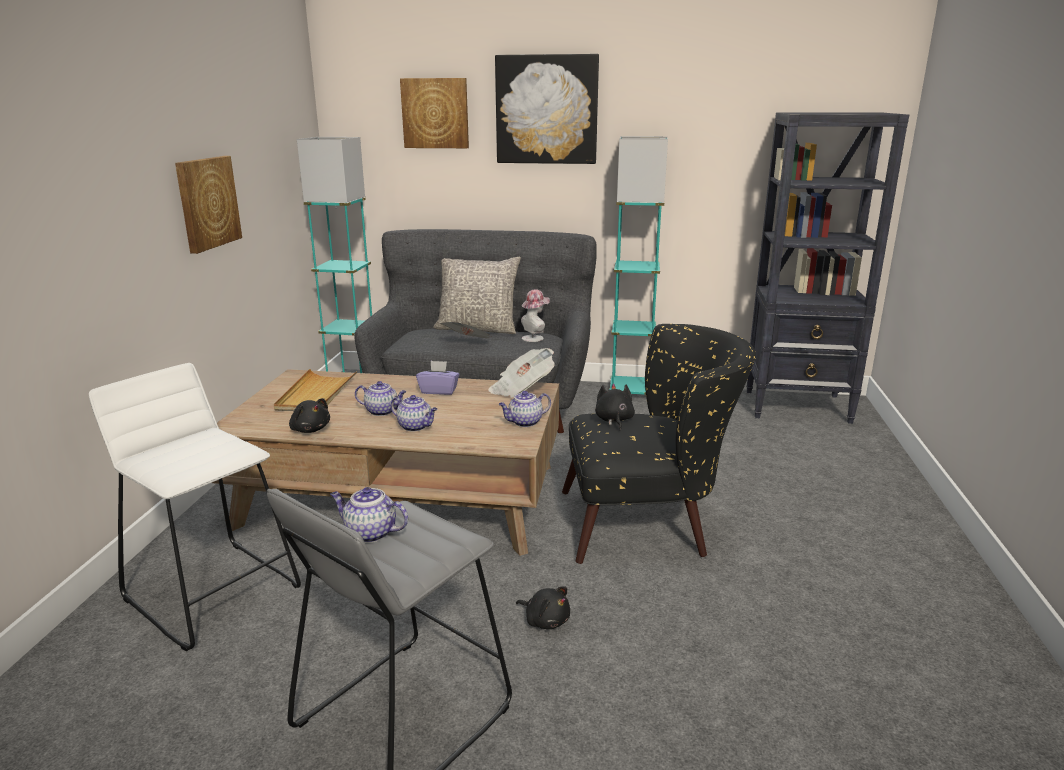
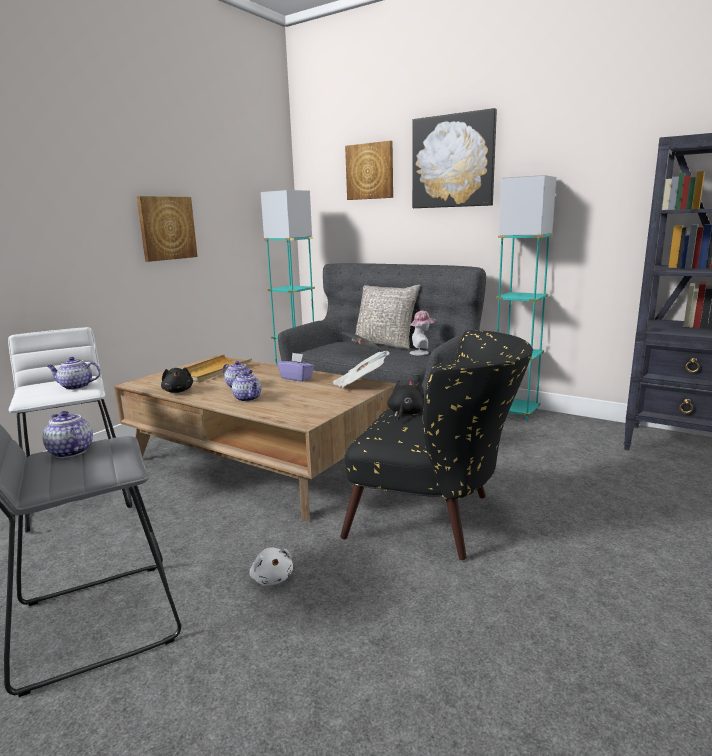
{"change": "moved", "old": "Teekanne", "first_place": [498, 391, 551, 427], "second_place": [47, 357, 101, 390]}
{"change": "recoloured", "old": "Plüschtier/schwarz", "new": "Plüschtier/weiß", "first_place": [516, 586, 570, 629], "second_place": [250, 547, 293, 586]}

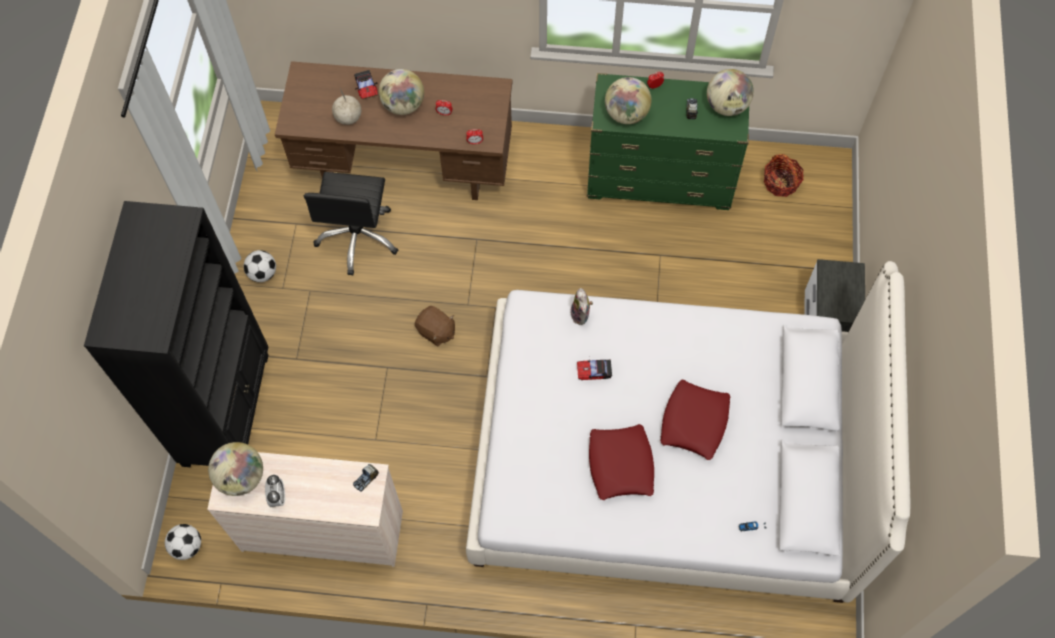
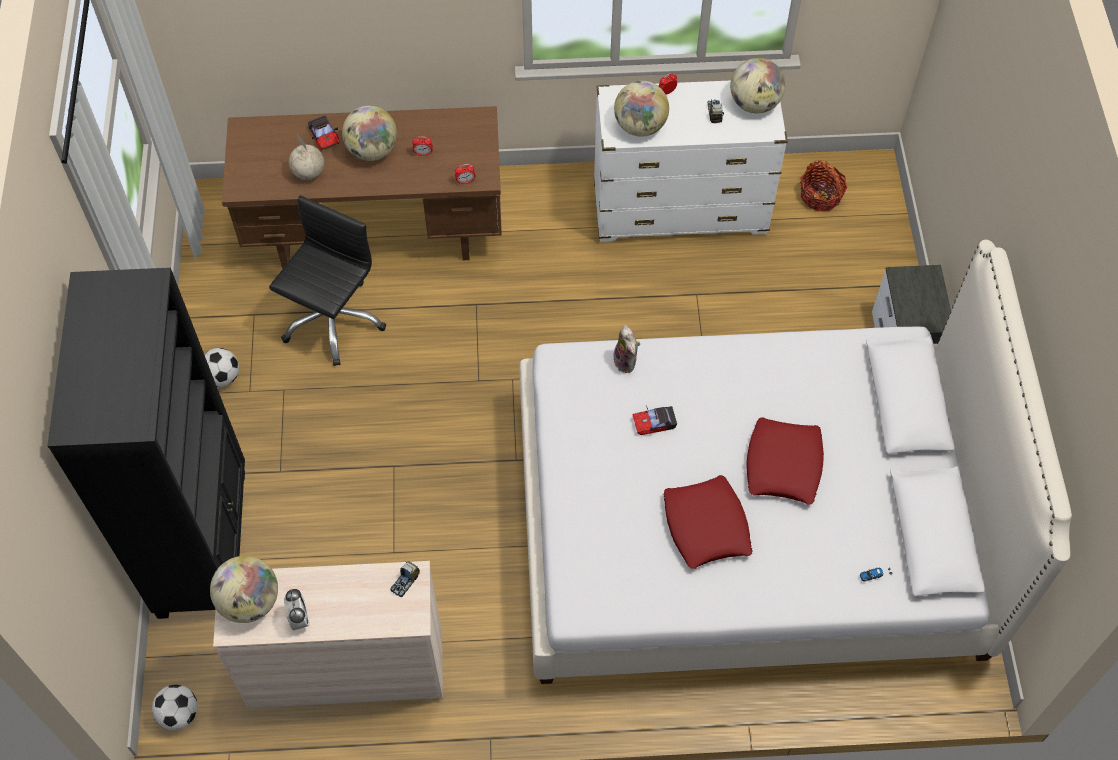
{"change": "turned", "old": "Bürostuhl/schwarz", "first_place": [304, 172, 398, 275], "second_place": [269, 195, 386, 366], "degrees": -150}
{"change": "recoloured", "old": "Kommode/grün", "new": "Kommode/weiß", "first_place": [587, 73, 749, 210], "second_place": [594, 80, 788, 241]}
{"change": "removed", "old": "Plüschtier/braun", "first_place": [415, 306, 455, 347]}

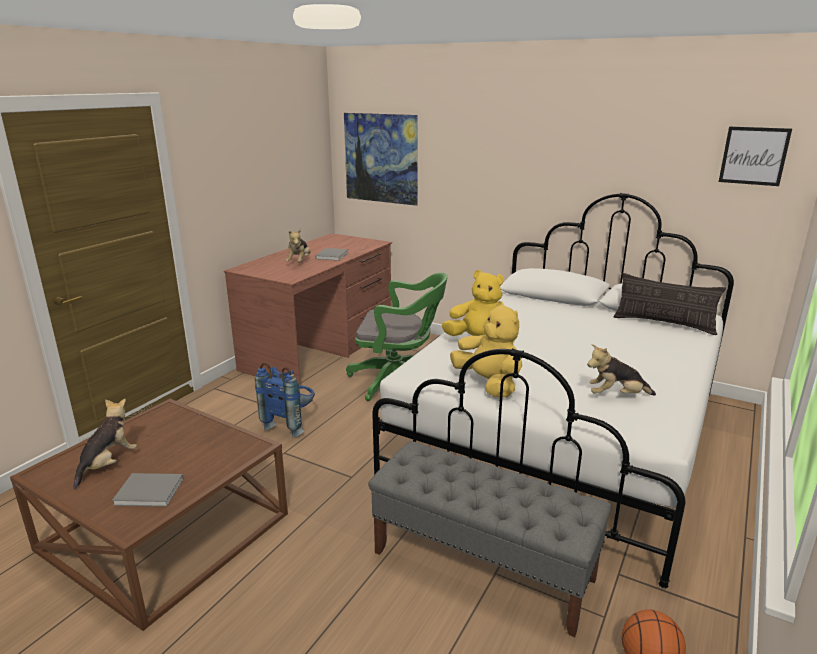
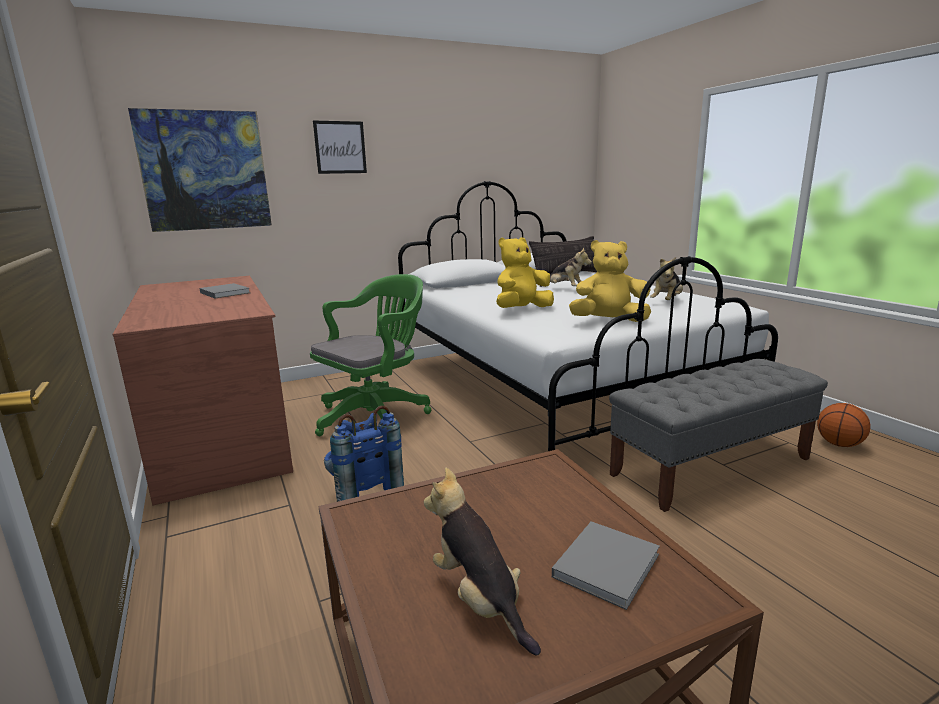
{"change": "moved", "old": "Bild", "first_place": [719, 127, 792, 186], "second_place": [313, 121, 367, 174]}
{"change": "moved", "old": "Plüschtier", "first_place": [286, 229, 311, 263], "second_place": [540, 247, 592, 287]}

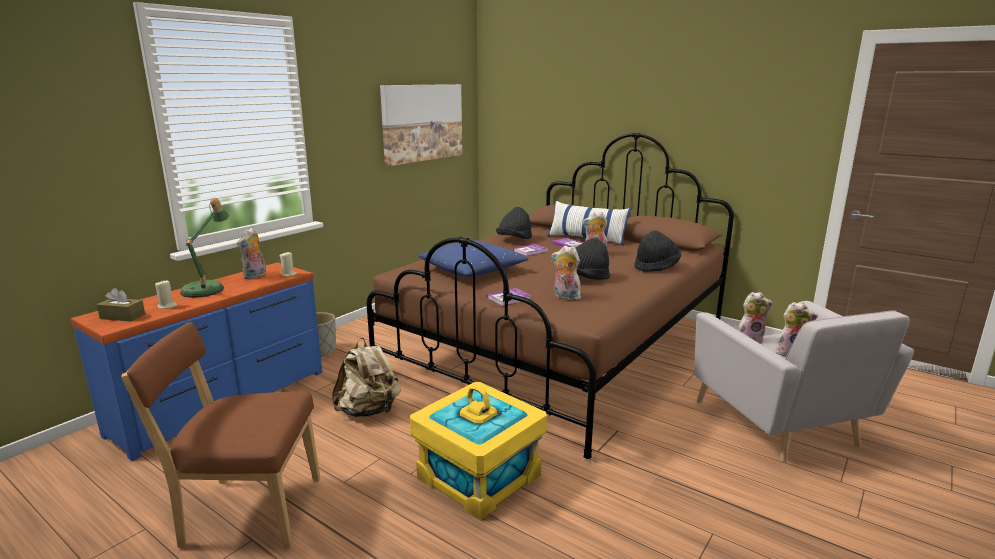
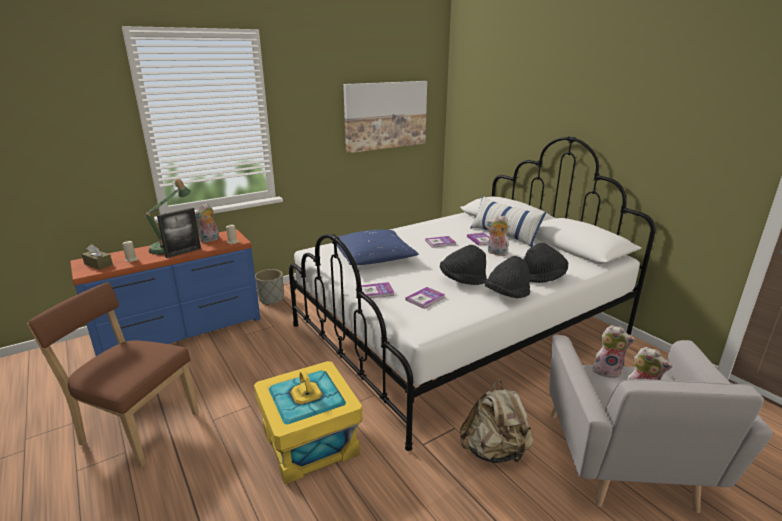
{"change": "added", "new": "Bilderrahmen", "second_place": [157, 208, 201, 258]}
{"change": "recoloured", "old": "Bett/braun", "new": "Bett/weiß", "first_place": [366, 133, 734, 459], "second_place": [289, 136, 656, 451]}
{"change": "replaced", "old": "Plüschtier", "new": "Buch", "first_place": [551, 245, 581, 300], "second_place": [405, 287, 445, 309]}
{"change": "moved", "old": "Rucksack/beige", "first_place": [332, 337, 401, 417], "second_place": [460, 380, 533, 463]}
{"change": "moved", "old": "Hut/schwarz", "first_place": [496, 207, 532, 239], "second_place": [484, 256, 530, 298]}

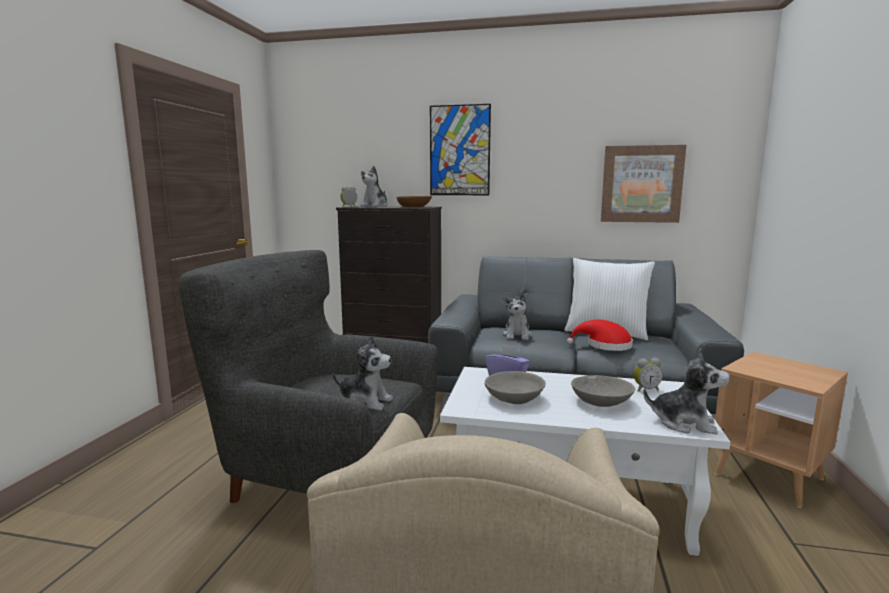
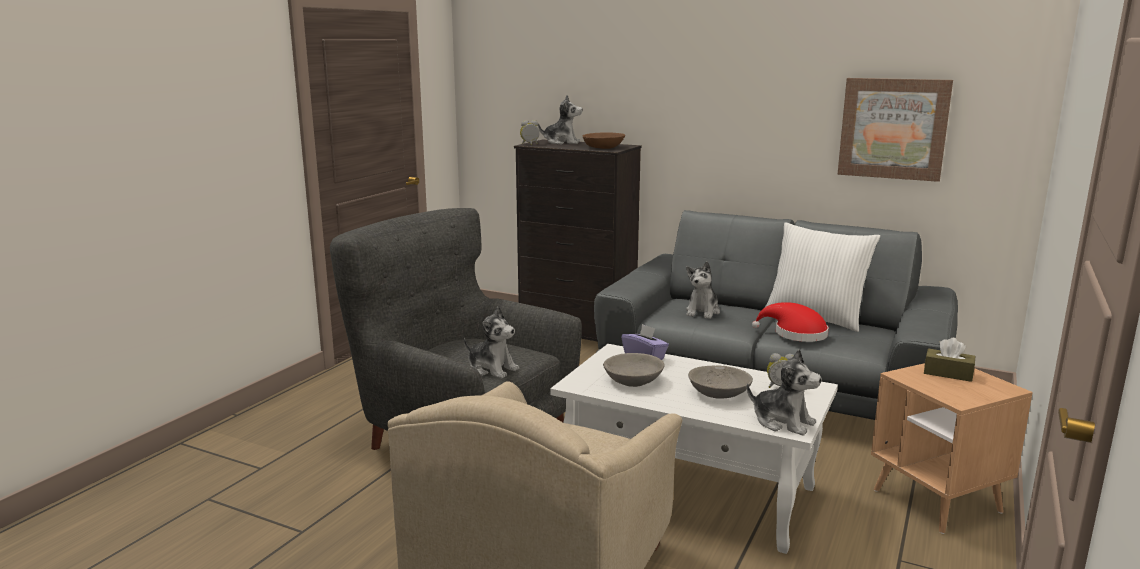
{"change": "turned", "old": "Plüschtier", "first_place": [360, 166, 388, 207], "second_place": [538, 95, 583, 145], "degrees": -120}
{"change": "added", "new": "Taschentuchbox/braun", "second_place": [924, 338, 975, 382]}
{"change": "removed", "old": "Bild", "first_place": [430, 104, 491, 195]}

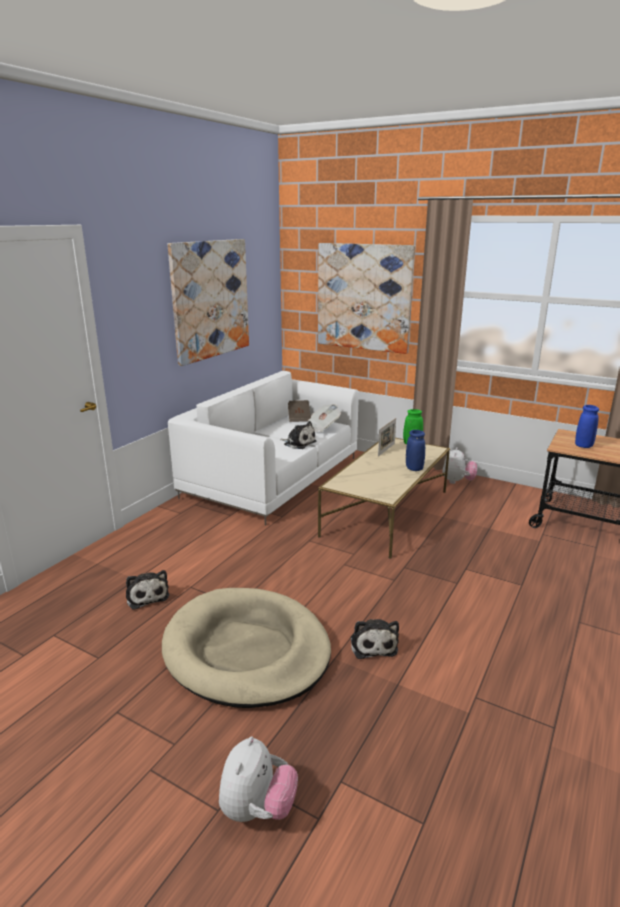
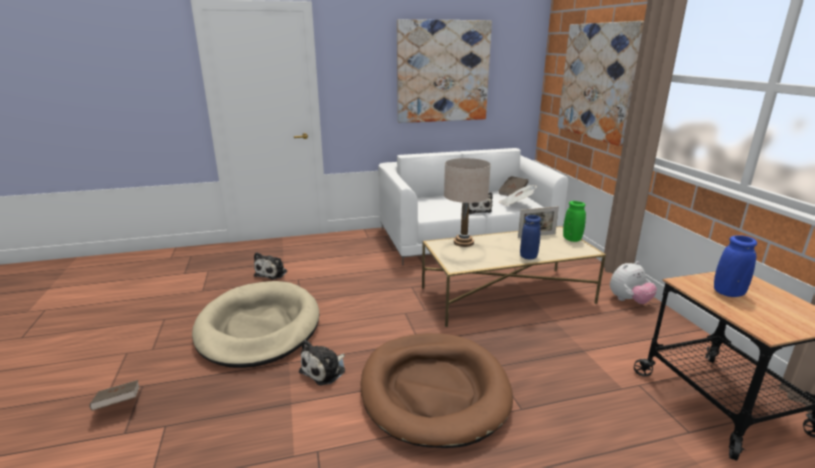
{"change": "replaced", "old": "Plüschtier", "new": "Buch/braun", "first_place": [219, 736, 298, 822], "second_place": [90, 380, 140, 411]}
{"change": "added", "new": "Hundebett/braun", "second_place": [360, 333, 513, 448]}
{"change": "added", "new": "Tischlampe/beige", "second_place": [444, 158, 491, 247]}

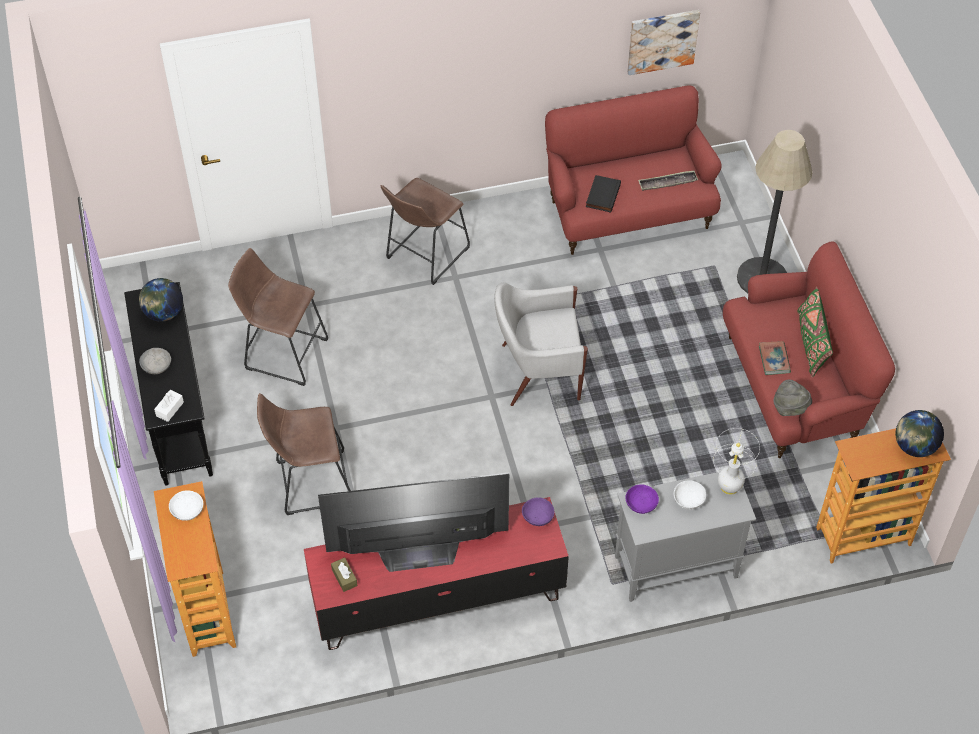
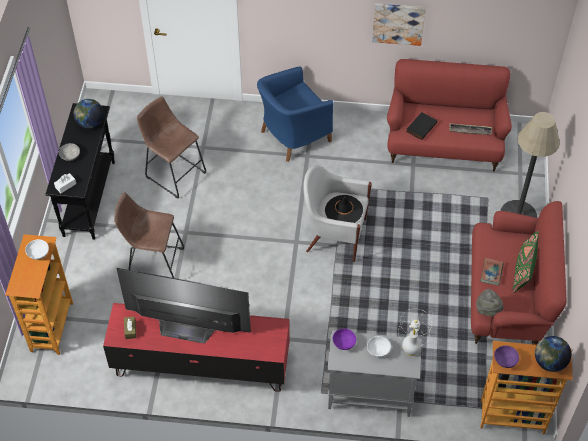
{"change": "replaced", "old": "Hocker/braun", "new": "Sessel/blau", "first_place": [380, 178, 470, 285], "second_place": [257, 67, 334, 162]}
{"change": "added", "new": "Hut/schwarz", "second_place": [325, 195, 363, 223]}
{"change": "moved", "old": "Bild", "first_place": [627, 10, 700, 75], "second_place": [372, 3, 426, 46]}
{"change": "moved", "old": "Schüssel/lila", "first_place": [522, 497, 554, 526], "second_place": [494, 346, 519, 368]}

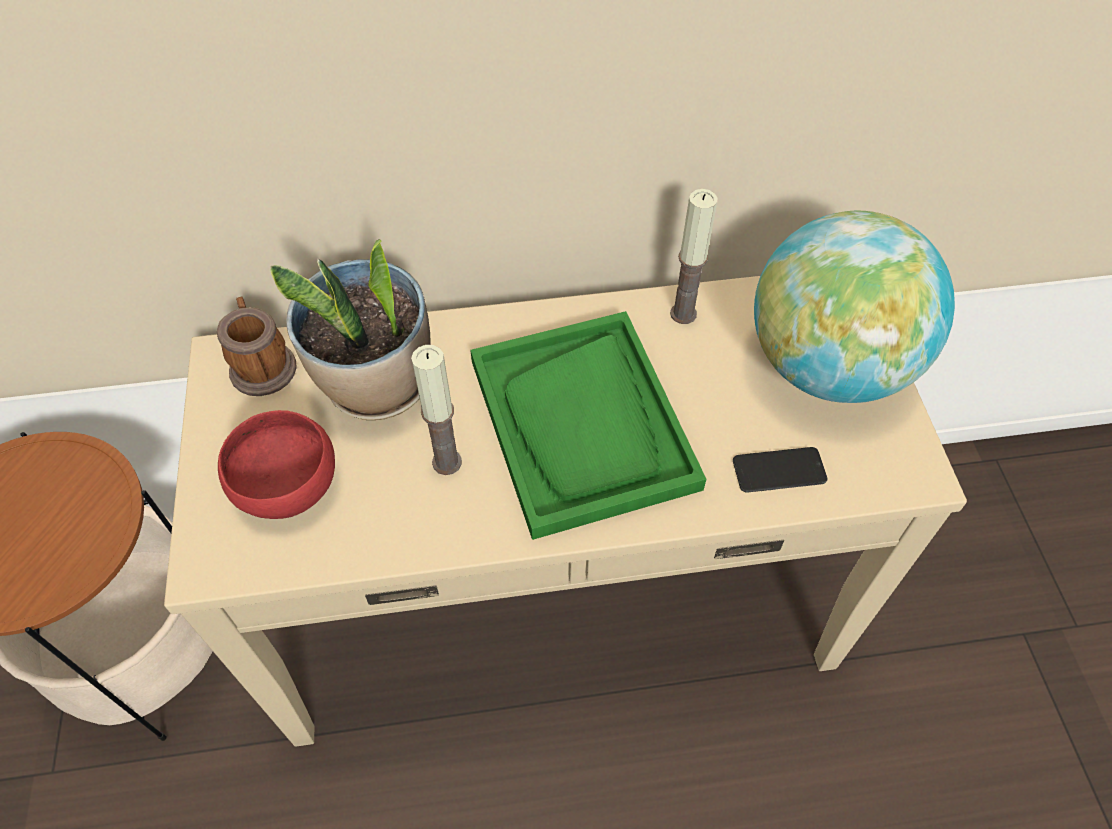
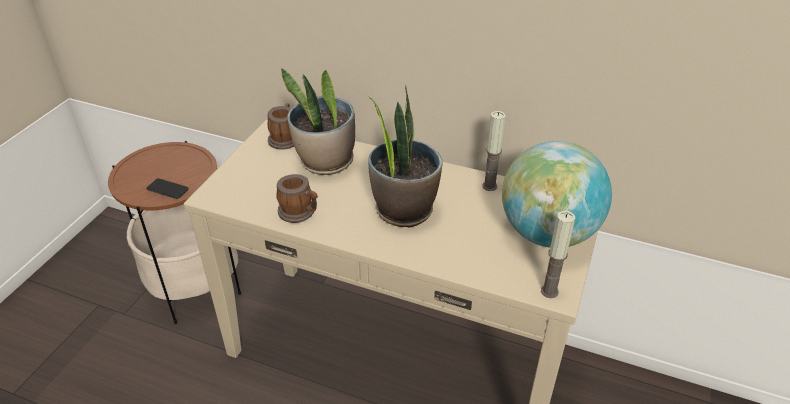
{"change": "moved", "old": "Handy", "first_place": [733, 447, 827, 492], "second_place": [146, 178, 189, 199]}
{"change": "added", "new": "Henkelbecher", "second_place": [276, 174, 318, 223]}
{"change": "replaced", "old": "Tablett/grün", "new": "Topfpflanze", "first_place": [470, 311, 706, 540], "second_place": [368, 85, 443, 227]}
{"change": "moved", "old": "Kerze", "first_place": [411, 345, 462, 475], "second_place": [541, 211, 575, 298]}
{"change": "removed", "old": "Schüssel/rot", "first_place": [218, 410, 335, 519]}

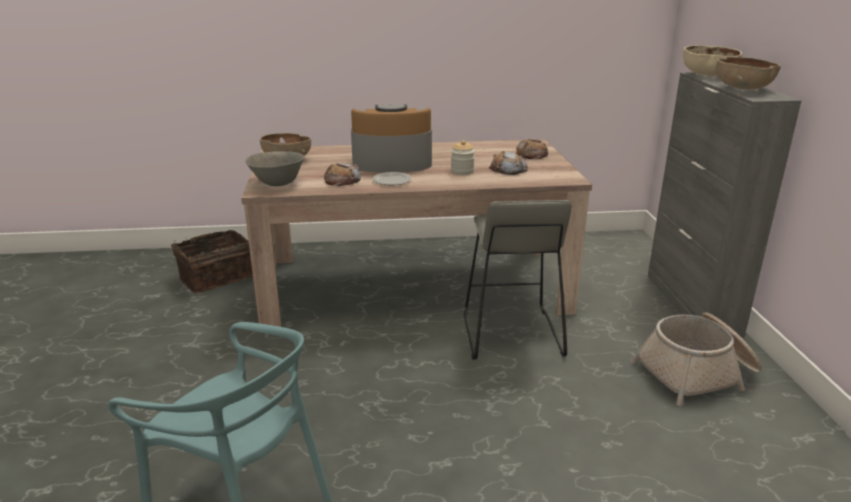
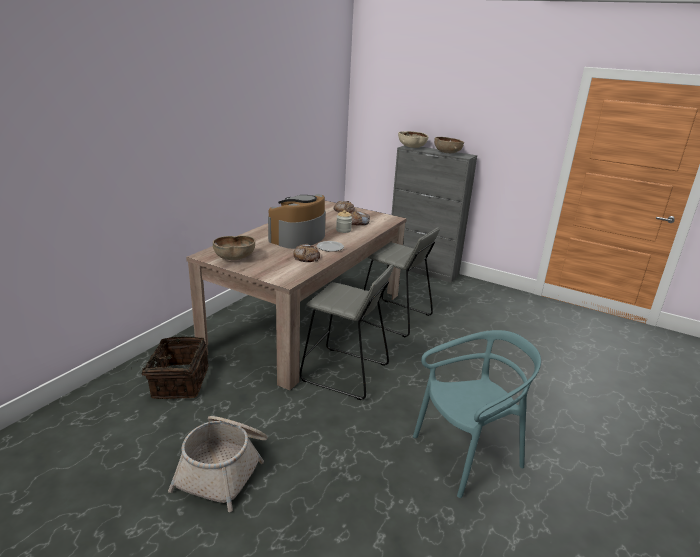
{"change": "moved", "old": "Korb", "first_place": [631, 312, 762, 406], "second_place": [168, 416, 268, 512]}
{"change": "added", "new": "Hocker/grau", "second_place": [299, 265, 394, 400]}
{"change": "removed", "old": "Schüssel/grau", "first_place": [246, 151, 304, 186]}

